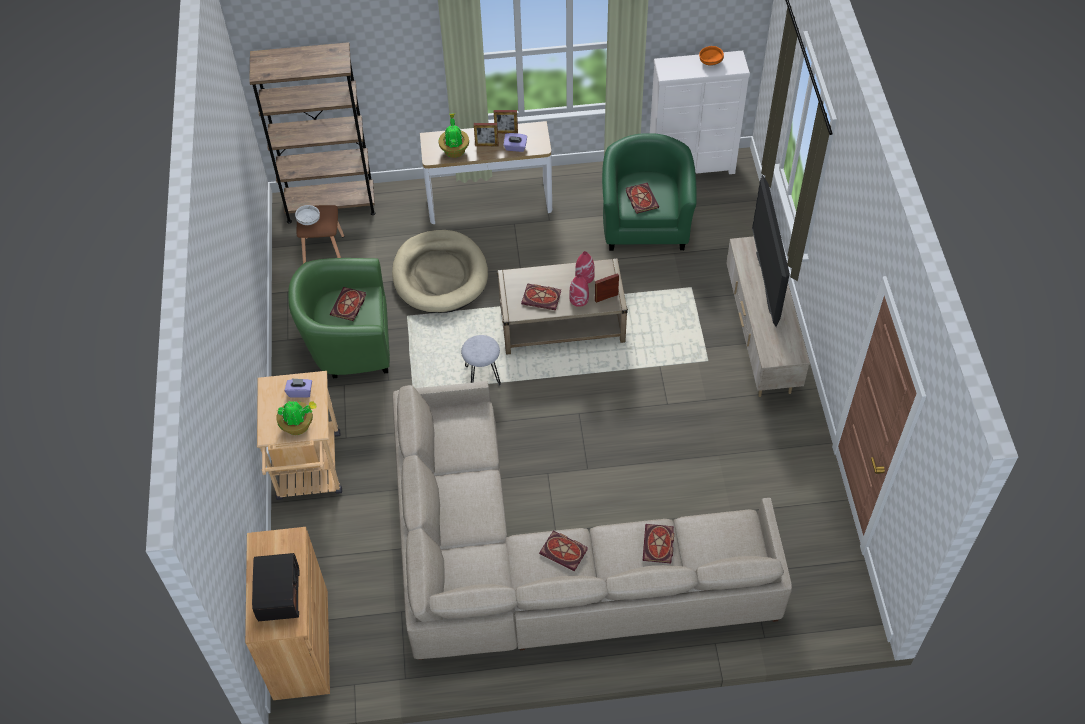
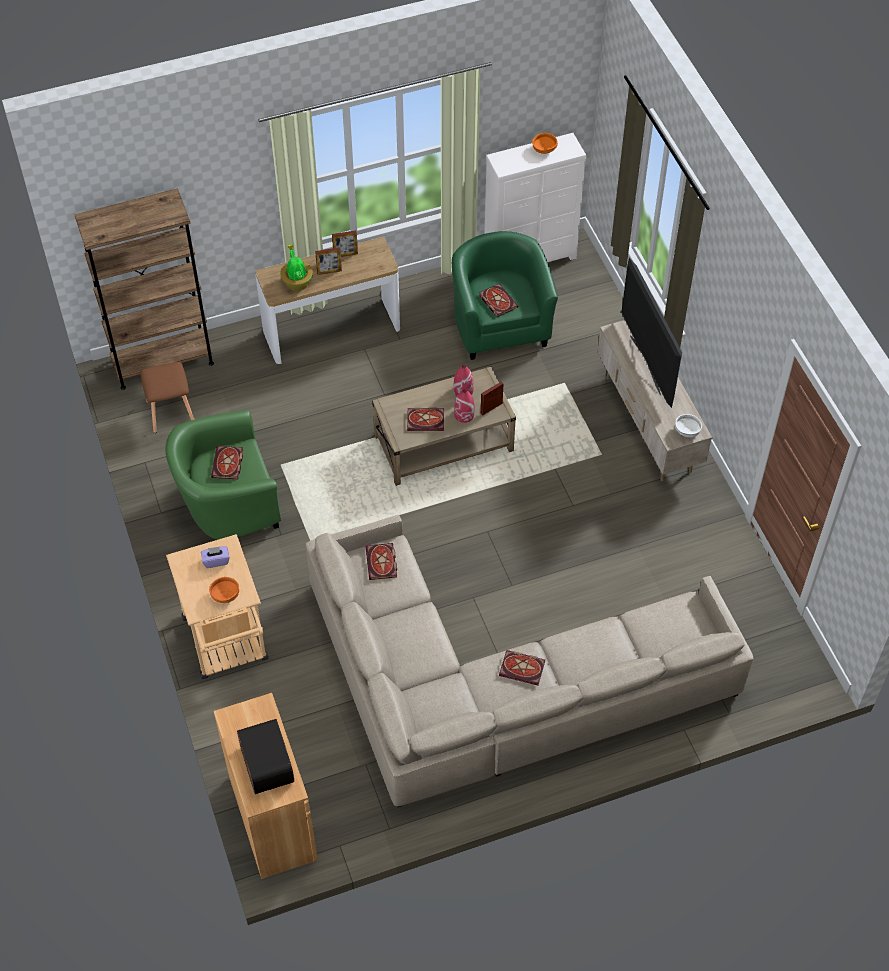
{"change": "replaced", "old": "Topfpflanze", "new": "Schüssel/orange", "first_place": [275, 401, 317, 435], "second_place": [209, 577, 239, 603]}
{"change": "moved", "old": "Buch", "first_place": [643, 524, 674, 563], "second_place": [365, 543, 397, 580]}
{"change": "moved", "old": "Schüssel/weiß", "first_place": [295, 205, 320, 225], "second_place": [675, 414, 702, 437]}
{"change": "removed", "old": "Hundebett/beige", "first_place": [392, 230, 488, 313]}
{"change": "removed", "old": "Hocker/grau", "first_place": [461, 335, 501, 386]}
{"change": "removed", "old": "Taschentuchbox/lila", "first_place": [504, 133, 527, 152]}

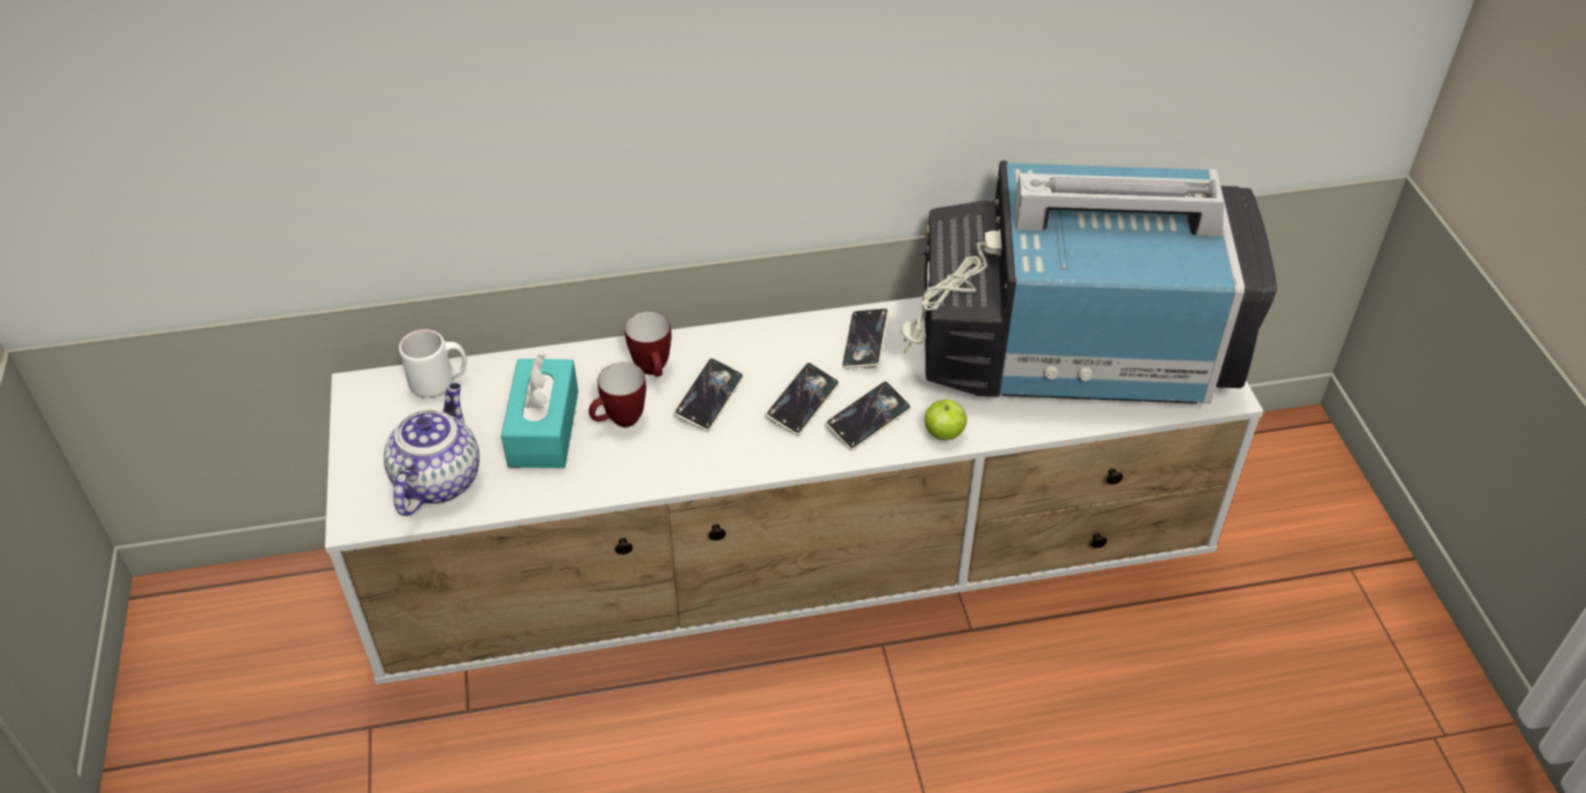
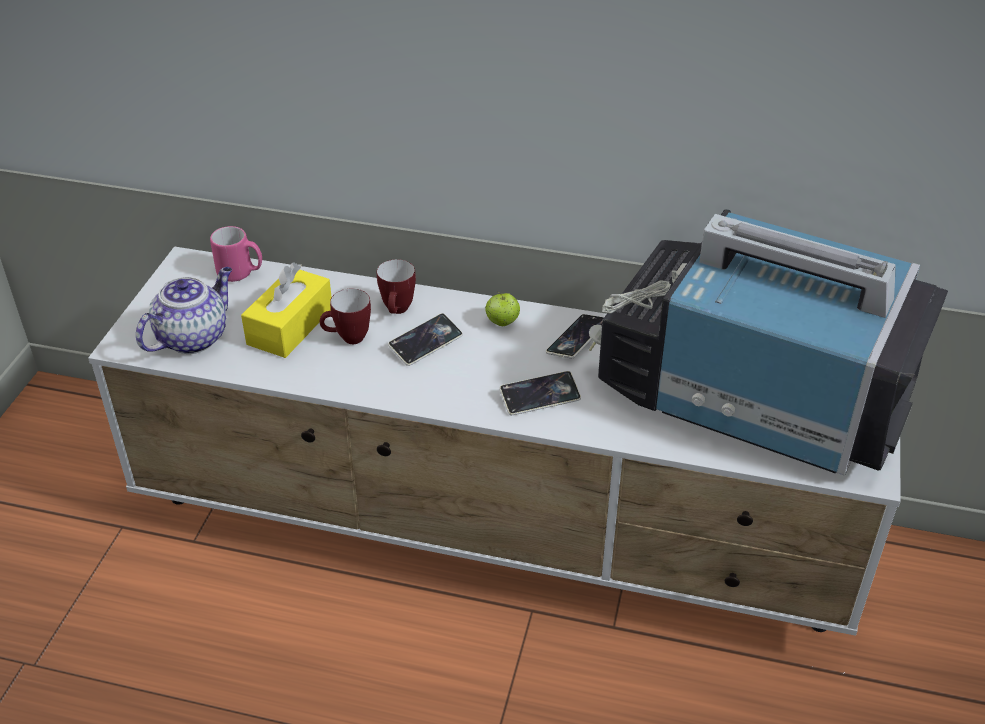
{"change": "recoloured", "old": "Henkelbecher/weiß", "new": "Henkelbecher/rosa", "first_place": [399, 329, 467, 398], "second_place": [210, 226, 262, 282]}
{"change": "recoloured", "old": "Taschentuchbox/türkis", "new": "Taschentuchbox/gelb", "first_place": [501, 354, 578, 468], "second_place": [241, 262, 331, 358]}
{"change": "moved", "old": "Apfel", "first_place": [924, 399, 967, 440], "second_place": [486, 291, 520, 326]}
{"change": "removed", "old": "Handy", "first_place": [766, 363, 839, 436]}

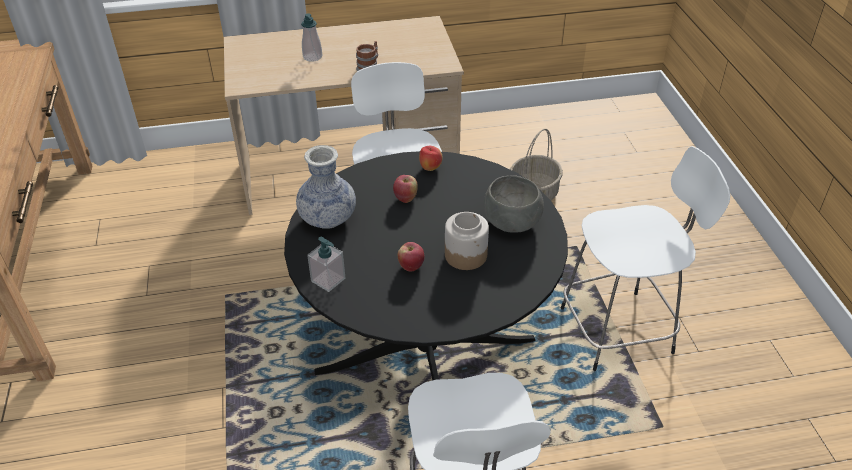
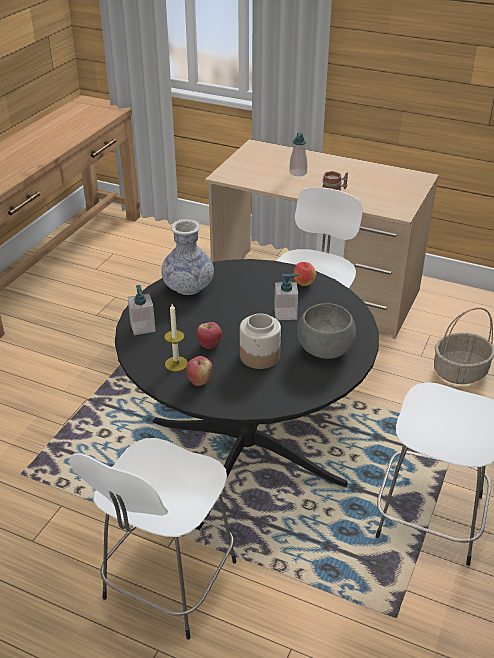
{"change": "added", "new": "Kerze", "second_place": [164, 304, 188, 371]}
{"change": "moved", "old": "Apfel", "first_place": [393, 175, 418, 203], "second_place": [186, 356, 212, 386]}
{"change": "added", "new": "Seifenspender", "second_place": [274, 274, 298, 320]}

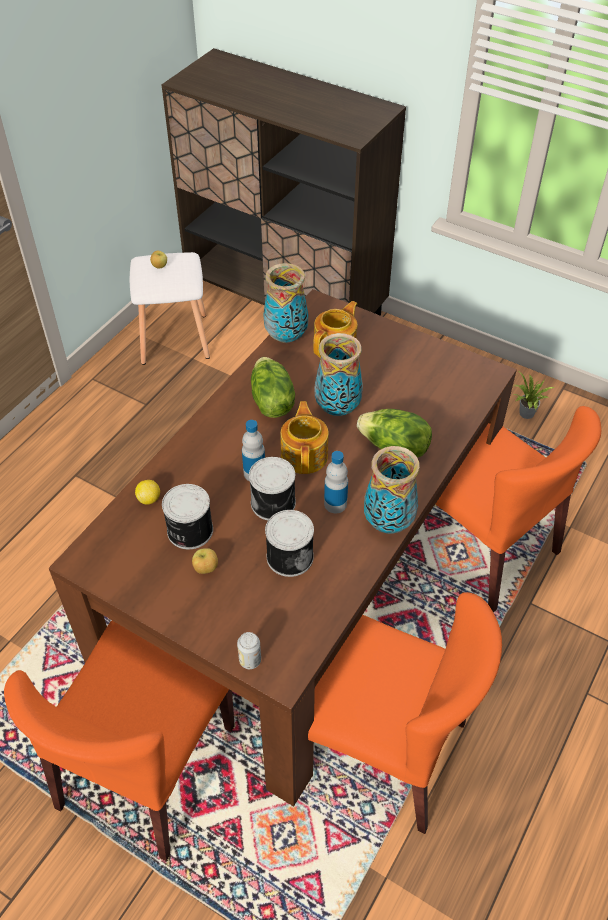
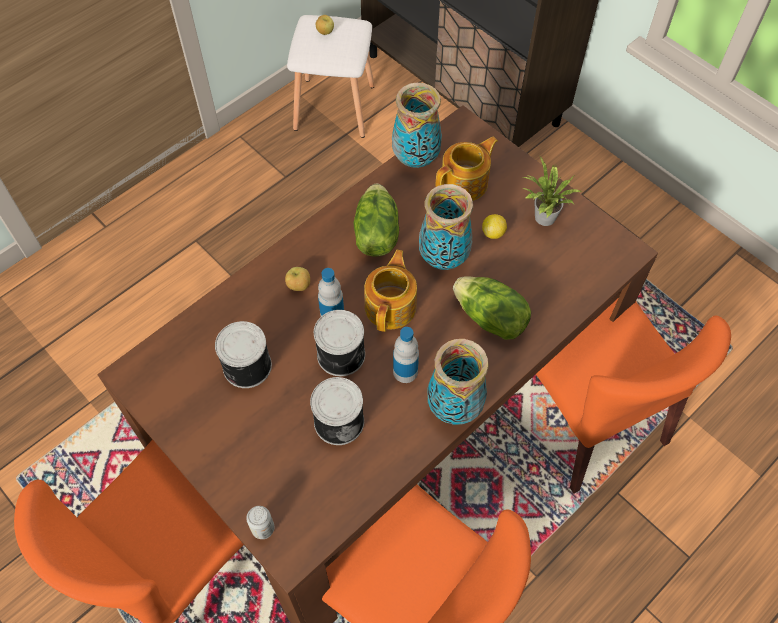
{"change": "moved", "old": "Apfel", "first_place": [192, 548, 218, 574], "second_place": [285, 267, 310, 291]}
{"change": "moved", "old": "Zitrone", "first_place": [135, 480, 160, 505], "second_place": [482, 214, 507, 239]}
{"change": "moved", "old": "Topfpflanze", "first_place": [512, 371, 555, 419], "second_place": [523, 157, 582, 226]}

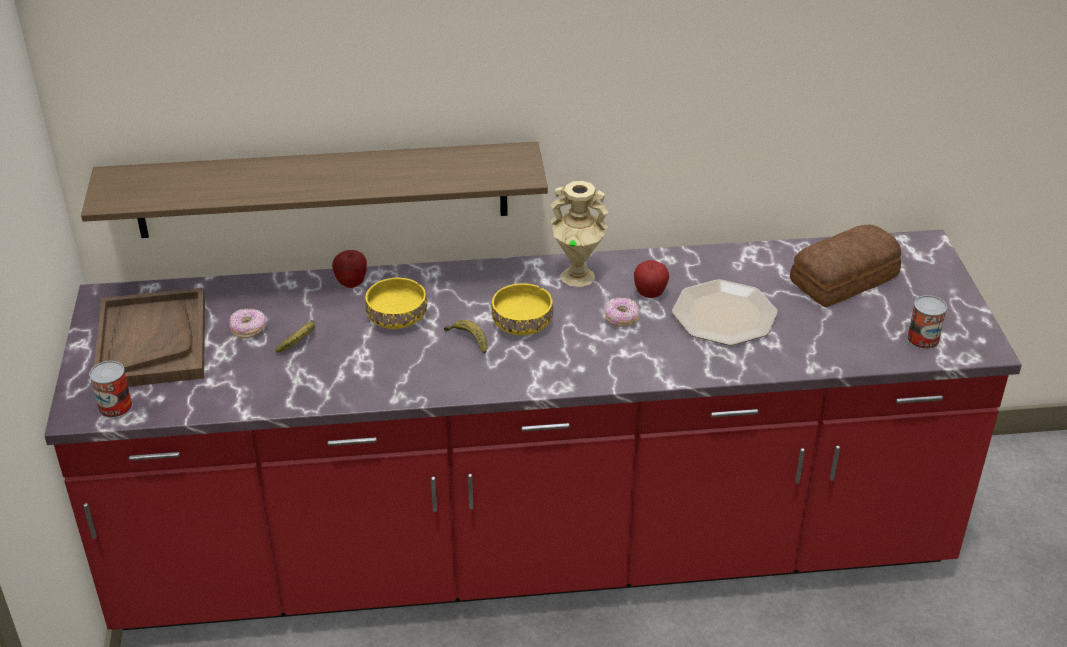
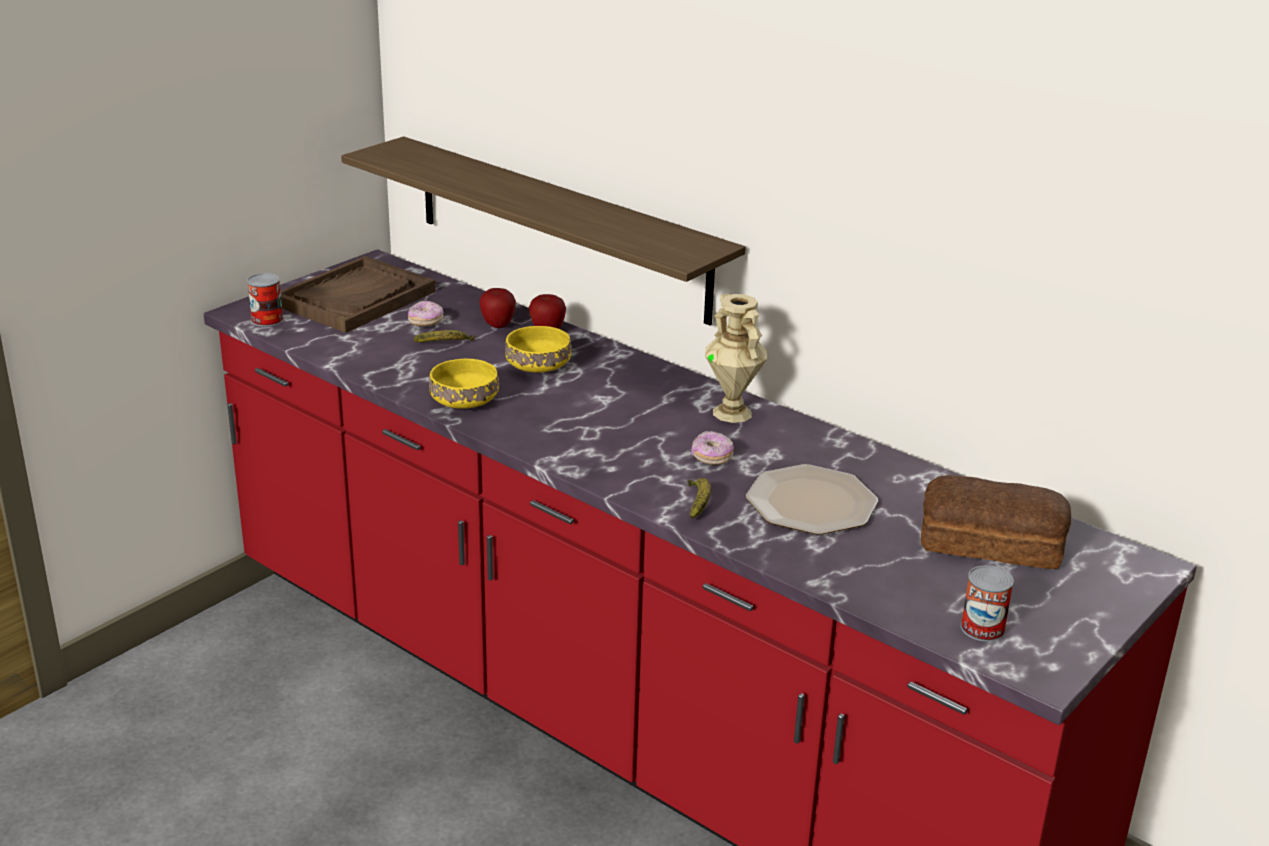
{"change": "moved", "old": "Schüssel/gelb", "first_place": [491, 283, 553, 335], "second_place": [429, 359, 499, 409]}
{"change": "moved", "old": "Apfel", "first_place": [634, 260, 669, 298], "second_place": [480, 288, 516, 328]}
{"change": "moved", "old": "Banane", "first_place": [444, 320, 487, 354], "second_place": [688, 478, 711, 519]}

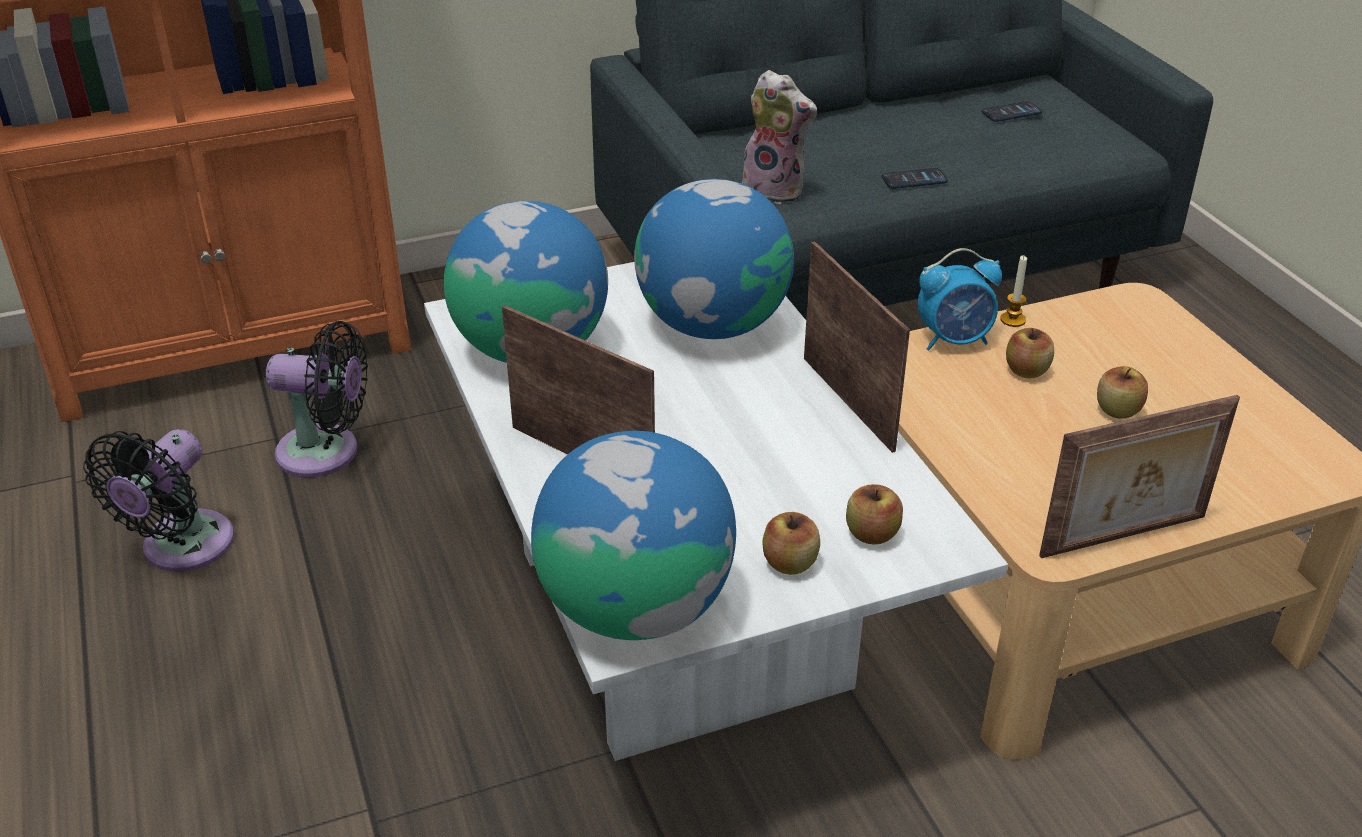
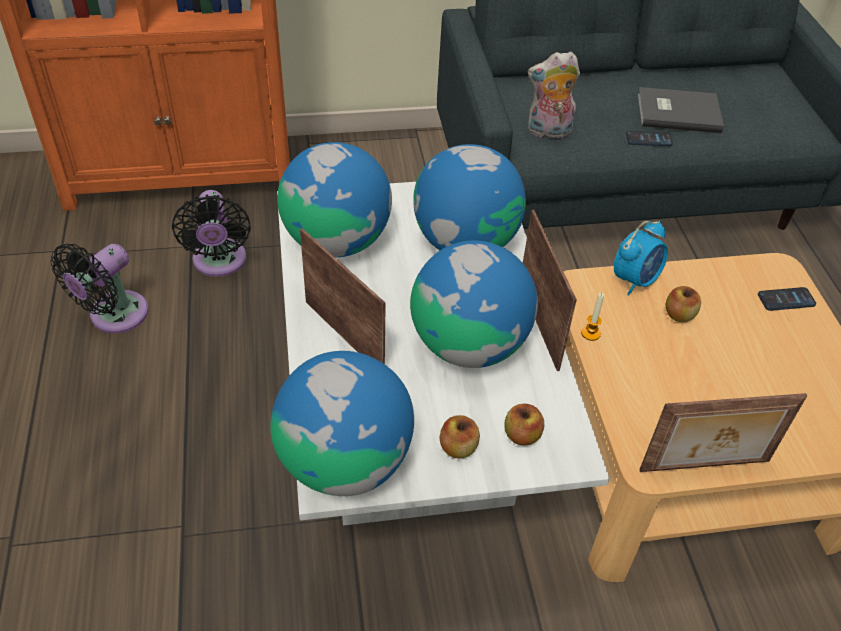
{"change": "turned", "old": "Ventilator/schwarz", "first_place": [266, 321, 368, 477], "second_place": [172, 190, 251, 277], "degrees": 60}
{"change": "added", "new": "Globus", "second_place": [410, 240, 538, 368]}
{"change": "turned", "old": "Plüschtier", "first_place": [742, 70, 817, 204], "second_place": [528, 52, 580, 138], "degrees": 135}
{"change": "moved", "old": "Kerze", "first_place": [1000, 256, 1027, 327], "second_place": [581, 293, 604, 341]}
{"change": "turned", "old": "Wecker", "first_place": [918, 248, 1002, 351], "second_place": [614, 220, 668, 296], "degrees": -45}
{"change": "added", "new": "Buch/grau", "second_place": [638, 87, 724, 133]}
{"change": "moved", "old": "Handy", "first_place": [981, 101, 1042, 122], "second_place": [758, 287, 816, 311]}
{"change": "removed", "old": "Apfel", "first_place": [1097, 366, 1148, 419]}

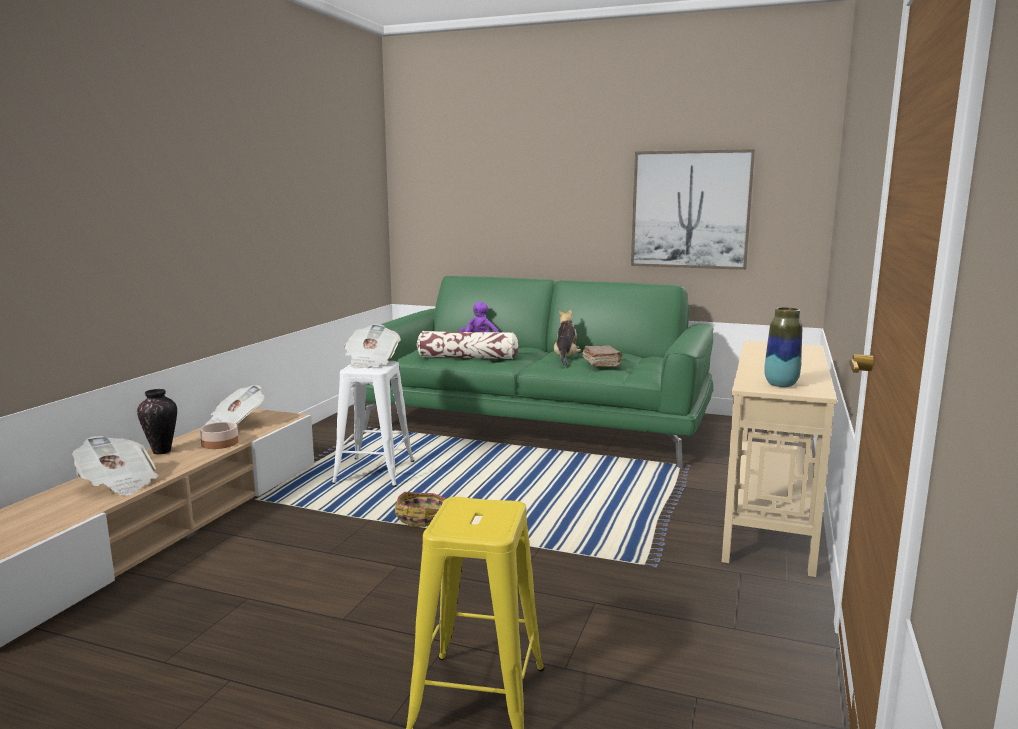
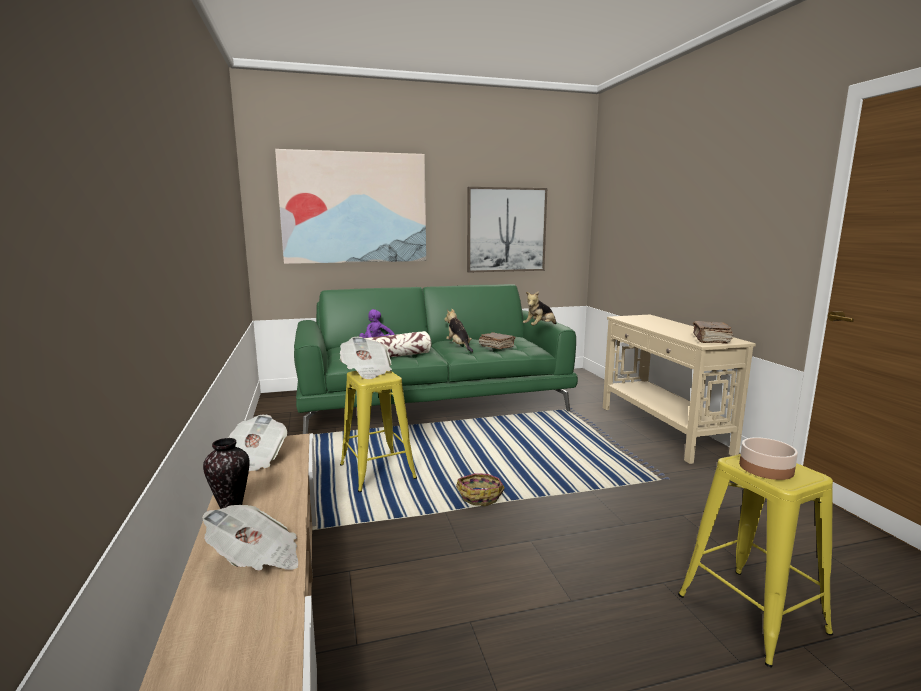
{"change": "added", "new": "Bild", "second_place": [275, 149, 426, 264]}
{"change": "recoloured", "old": "Hocker/weiß", "new": "Hocker/gelb", "first_place": [332, 361, 414, 487], "second_place": [340, 371, 417, 492]}
{"change": "added", "new": "Plüschtier", "second_place": [523, 291, 557, 326]}
{"change": "replaced", "old": "Vase", "new": "Buch/braun", "first_place": [764, 307, 802, 387], "second_place": [693, 321, 733, 344]}
{"change": "moved", "old": "Schüssel", "first_place": [200, 422, 238, 449], "second_place": [739, 437, 798, 480]}

